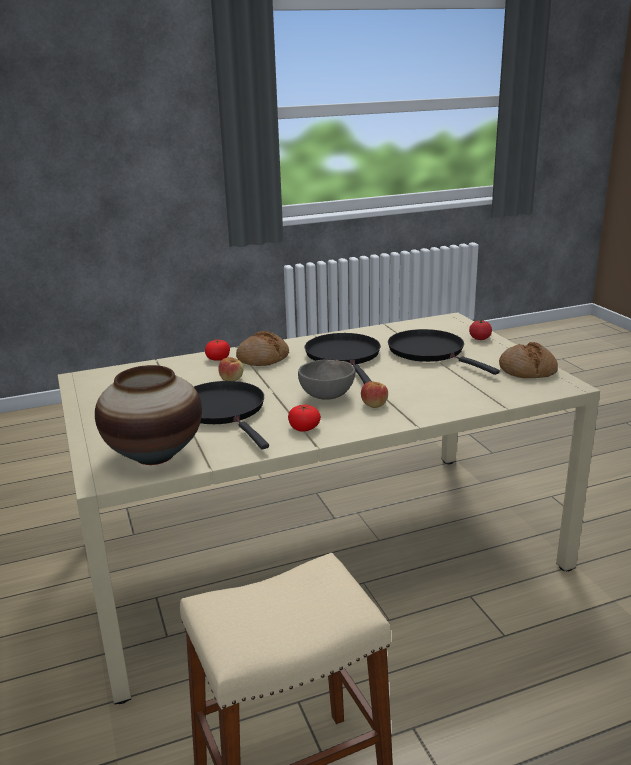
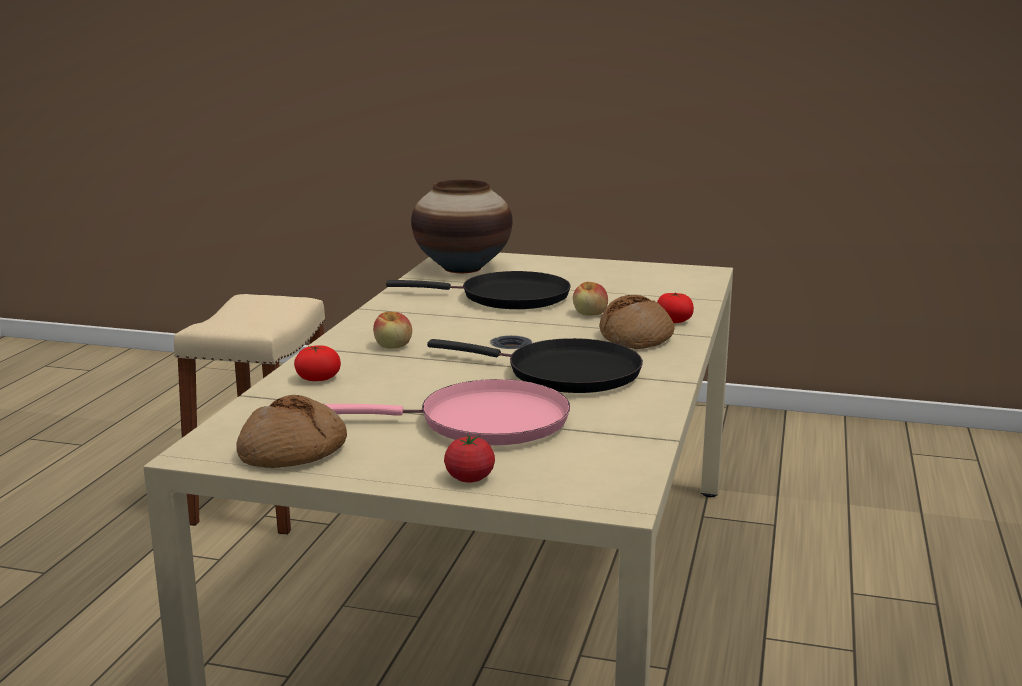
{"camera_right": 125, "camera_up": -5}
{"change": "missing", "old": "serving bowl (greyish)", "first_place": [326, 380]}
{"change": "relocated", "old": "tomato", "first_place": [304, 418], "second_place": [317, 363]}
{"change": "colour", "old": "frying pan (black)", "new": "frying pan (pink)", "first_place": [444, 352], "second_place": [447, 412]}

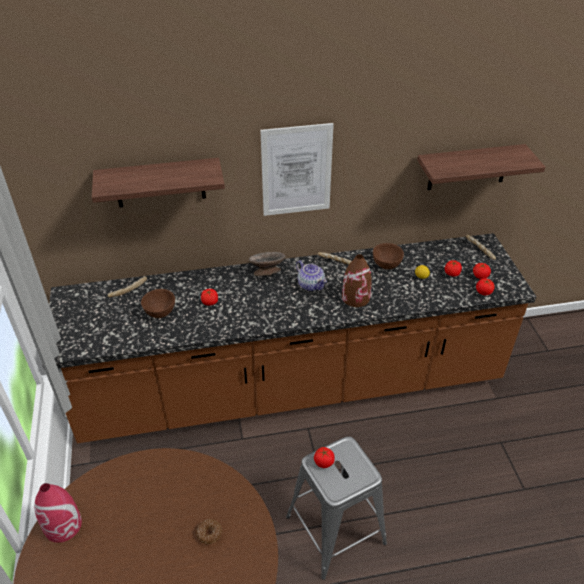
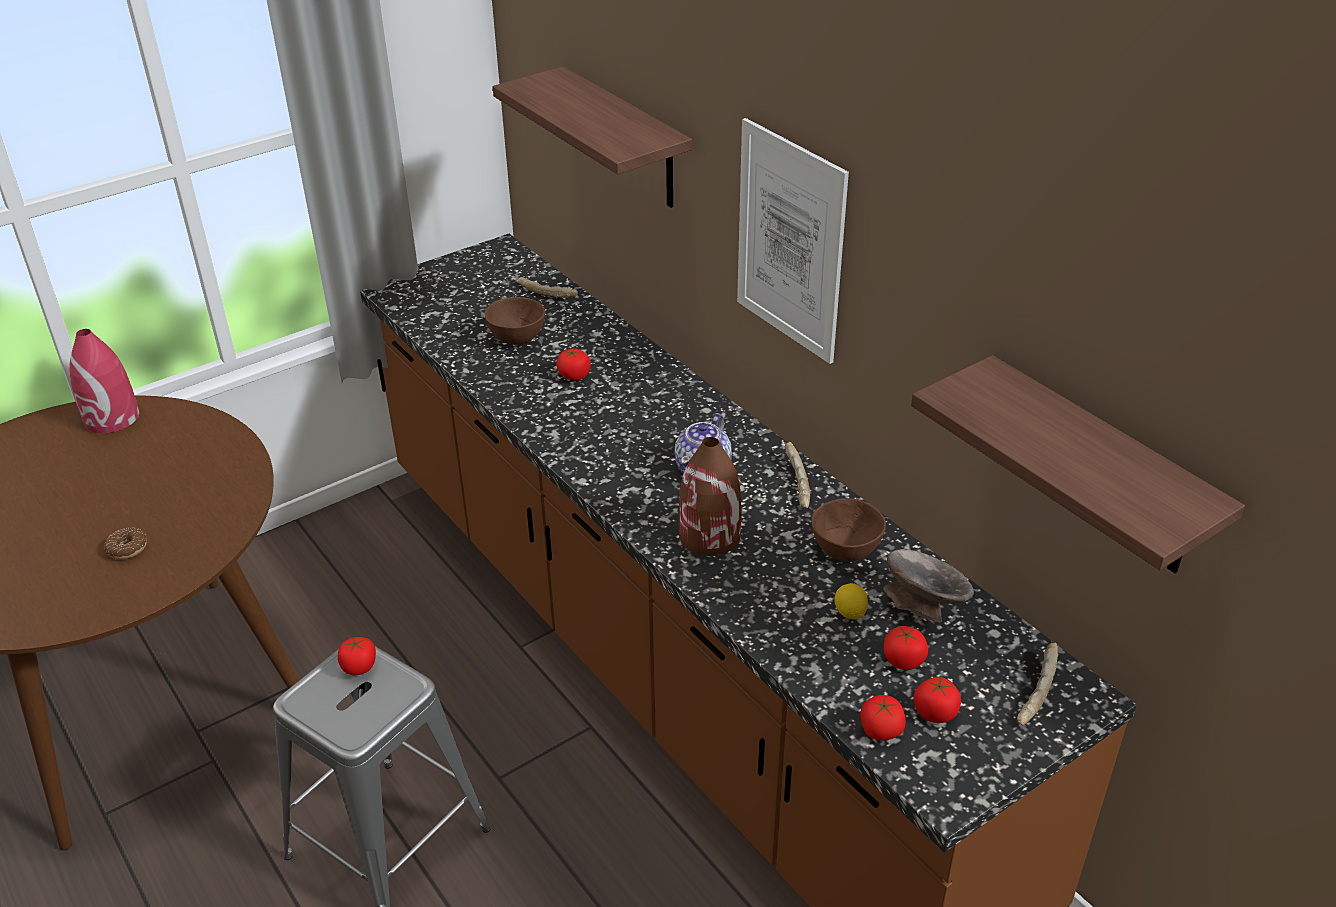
{"camera_right": 65, "camera_up": -5}
{"change": "relocated", "old": "serving bowl (greyish)", "first_place": [267, 264], "second_place": [928, 586]}

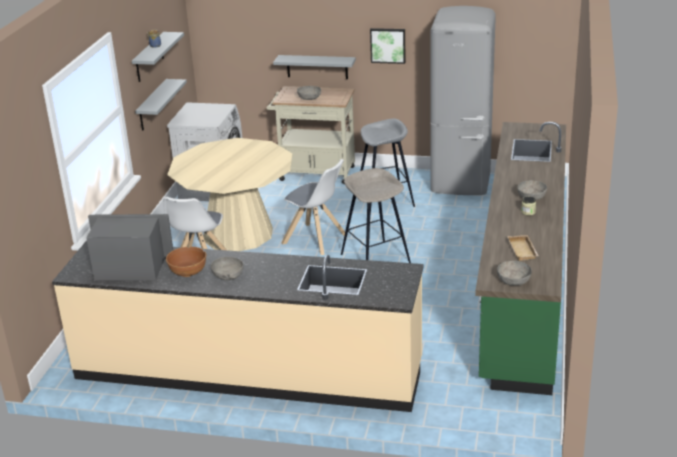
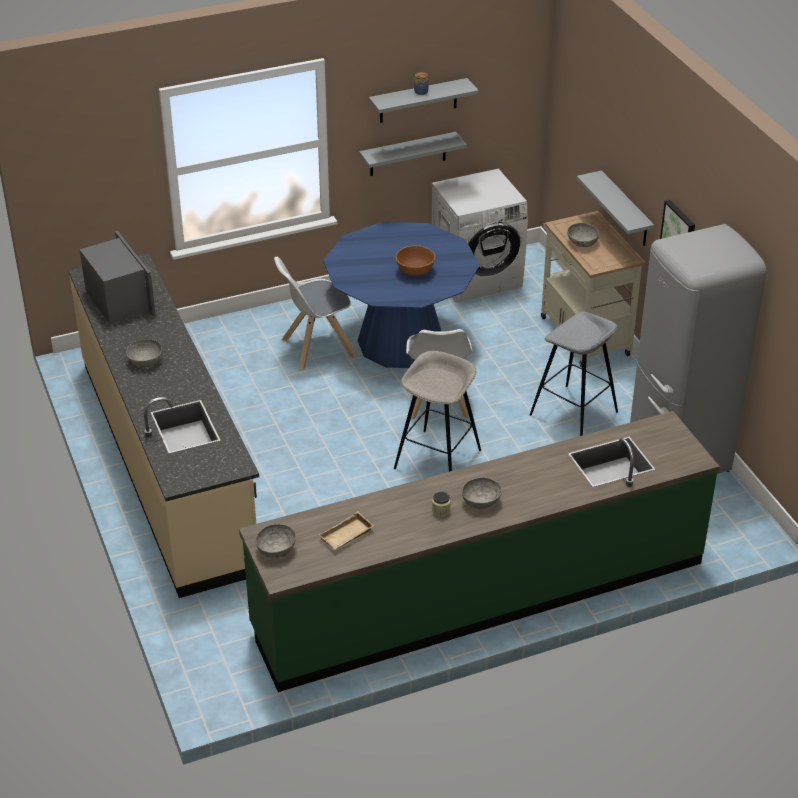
{"camera_right": 55, "camera_up": 10}
{"change": "relocated", "old": "serving bowl (brownish)", "first_place": [186, 262], "second_place": [415, 261]}
{"change": "colour", "old": "dining table (sand-coloured)", "new": "dining table (bluish)", "first_place": [229, 194], "second_place": [401, 295]}

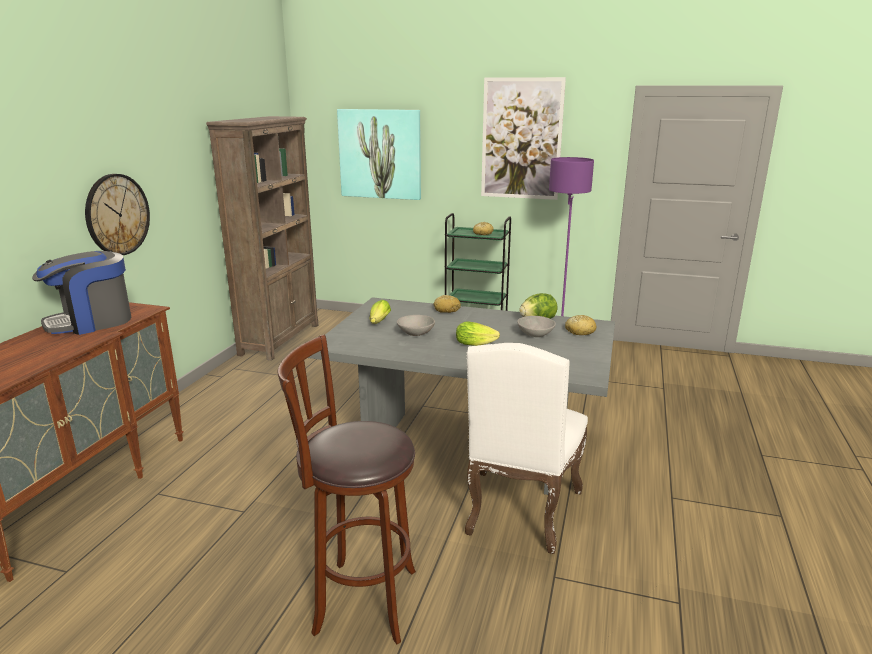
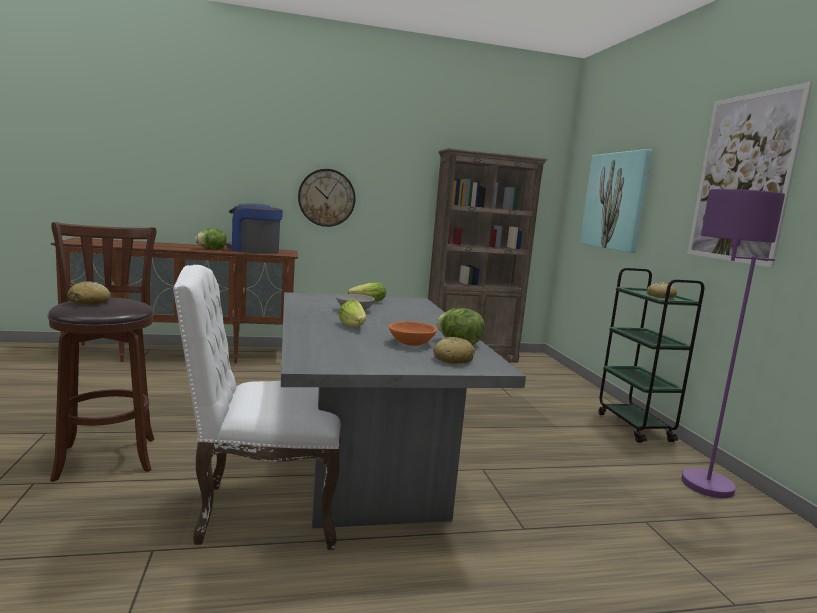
{"camera_right": 60, "camera_up": -10}
{"change": "appeared", "new": "head of lettuce", "second_place": [210, 239]}
{"change": "relocated", "old": "baked bread", "first_place": [447, 304], "second_place": [88, 293]}
{"change": "colour", "old": "serving bowl (greyish)", "new": "serving bowl (orange)", "first_place": [536, 326], "second_place": [413, 333]}

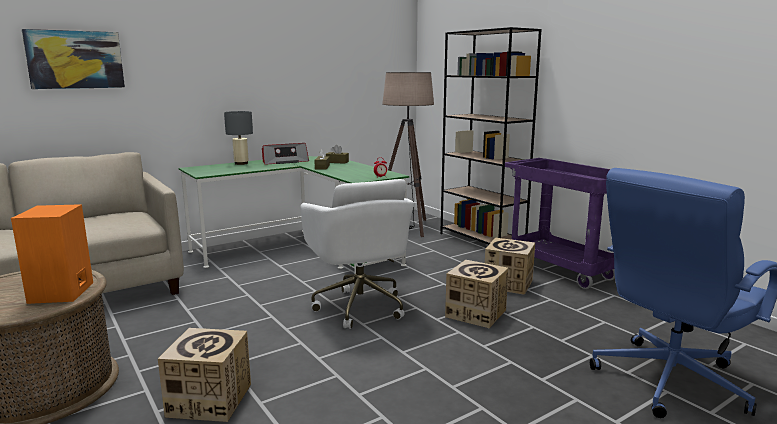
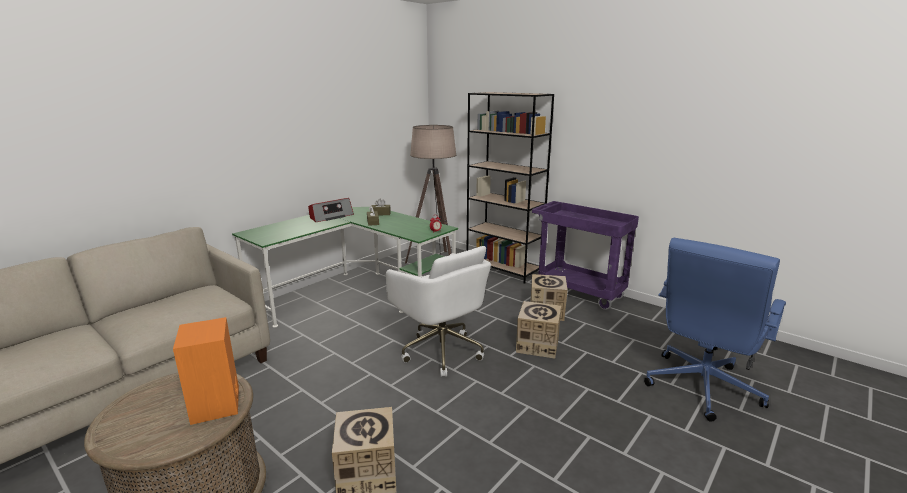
{"camera_right": -15, "camera_up": 5}
{"change": "missing", "old": "wall picture", "first_place": [73, 59]}
{"change": "missing", "old": "table lamp (greyish)", "first_place": [238, 138]}

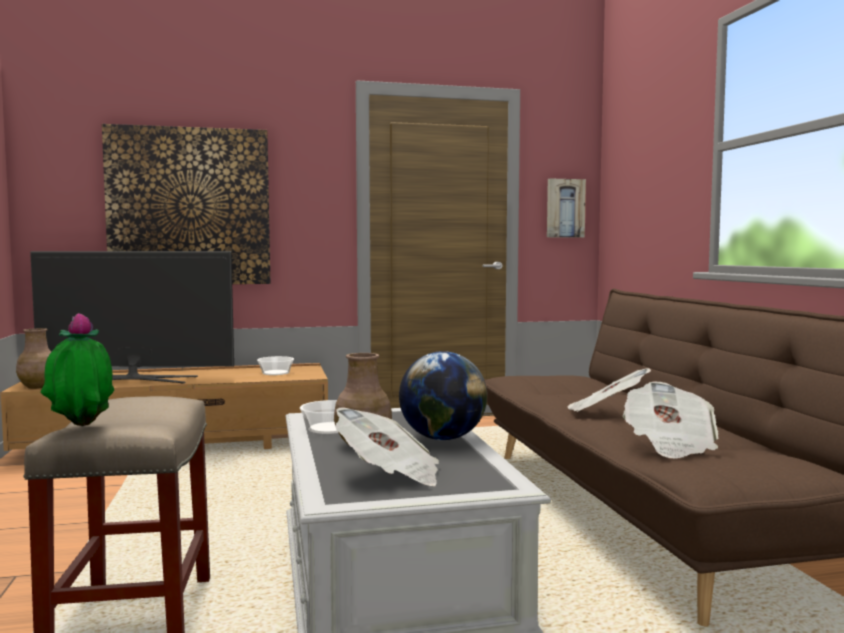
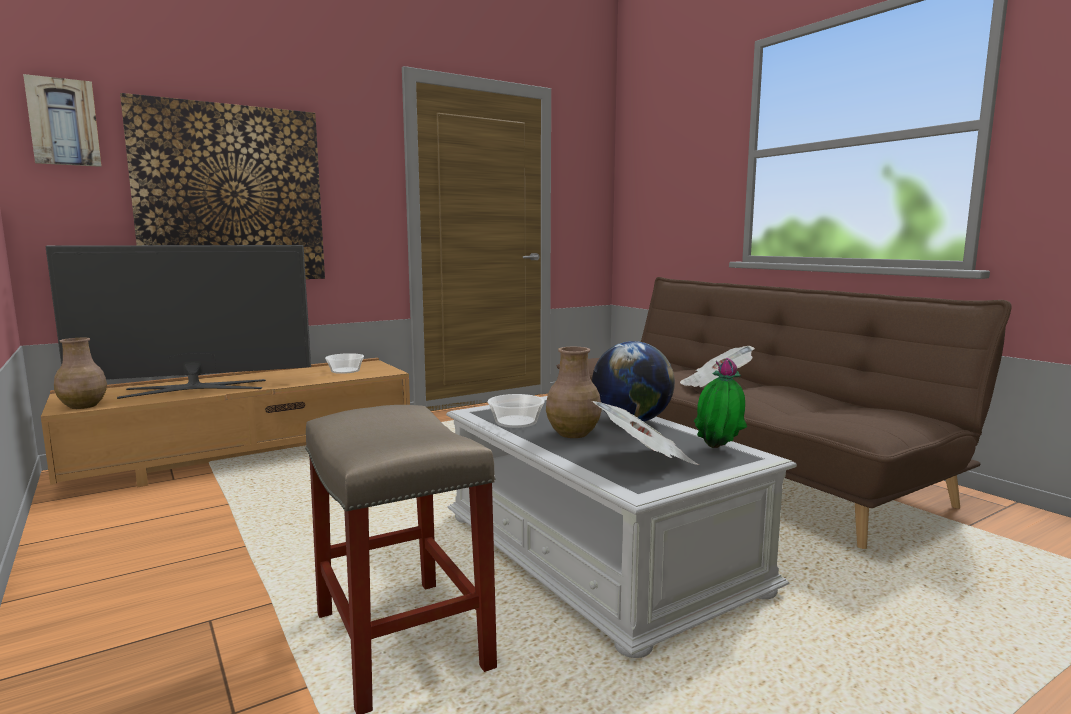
{"camera_right": -20, "camera_up": 5}
{"change": "missing", "old": "daily paper", "first_place": [670, 420]}
{"change": "relocated", "old": "plant in a pot", "first_place": [77, 369], "second_place": [720, 403]}
{"change": "relocated", "old": "wall picture", "first_place": [566, 208], "second_place": [62, 120]}

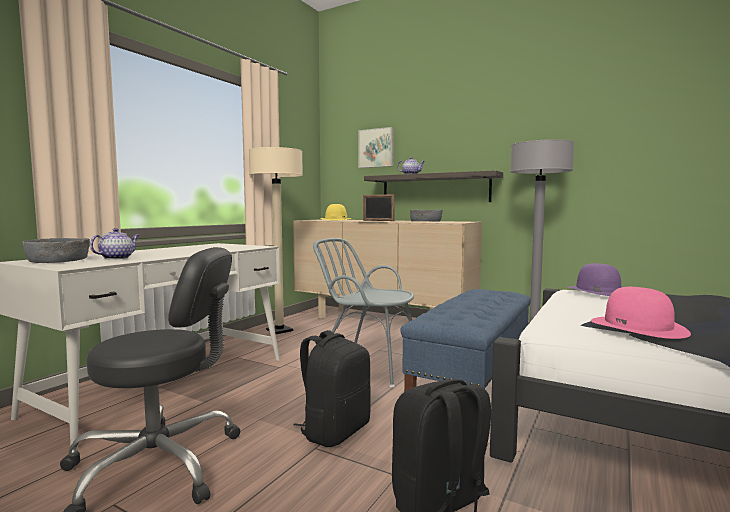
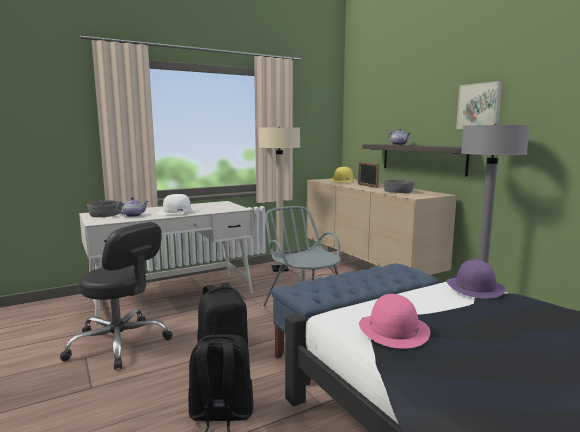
{"camera_right": 30, "camera_up": 5}
{"change": "appeared", "new": "wearable hat (white-coloured)", "second_place": [177, 204]}
{"change": "relocated", "old": "wall picture", "first_place": [376, 147], "second_place": [479, 105]}

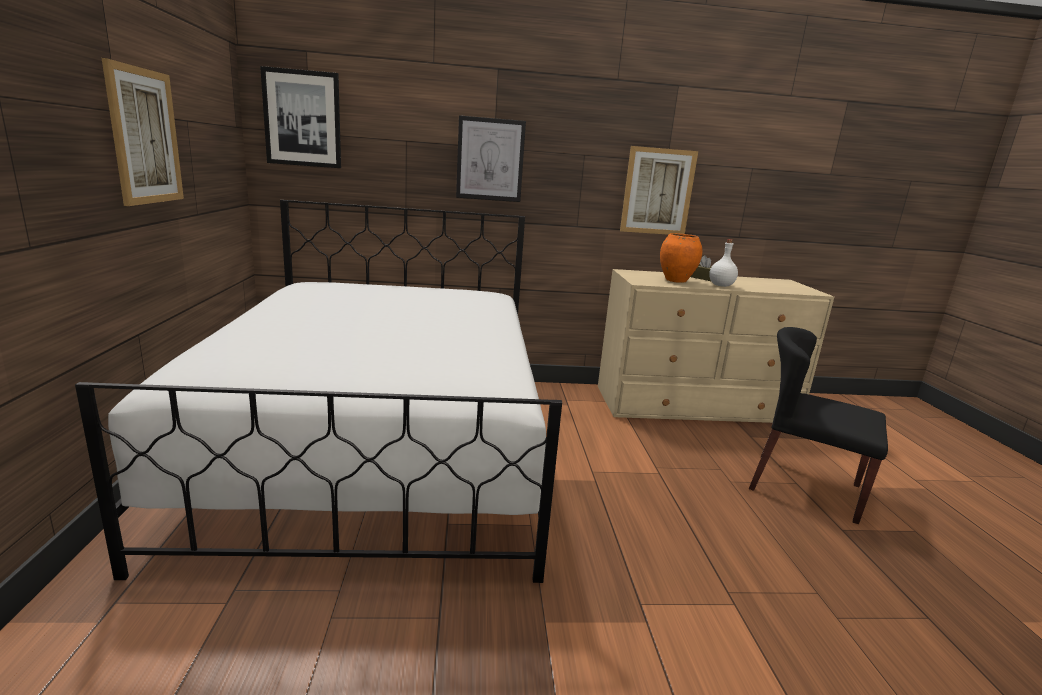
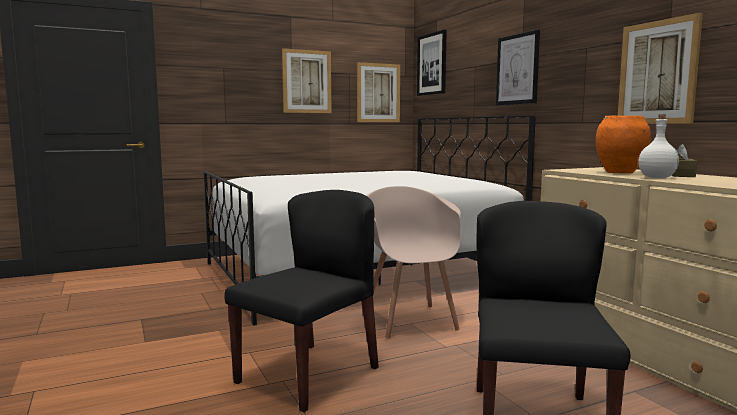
{"camera_right": 70, "camera_up": -10}
{"change": "appeared", "new": "upright chair (black)", "second_place": [301, 301]}
{"change": "appeared", "new": "wall picture", "second_place": [378, 92]}
{"change": "appeared", "new": "upright chair (sand-coloured)", "second_place": [413, 262]}

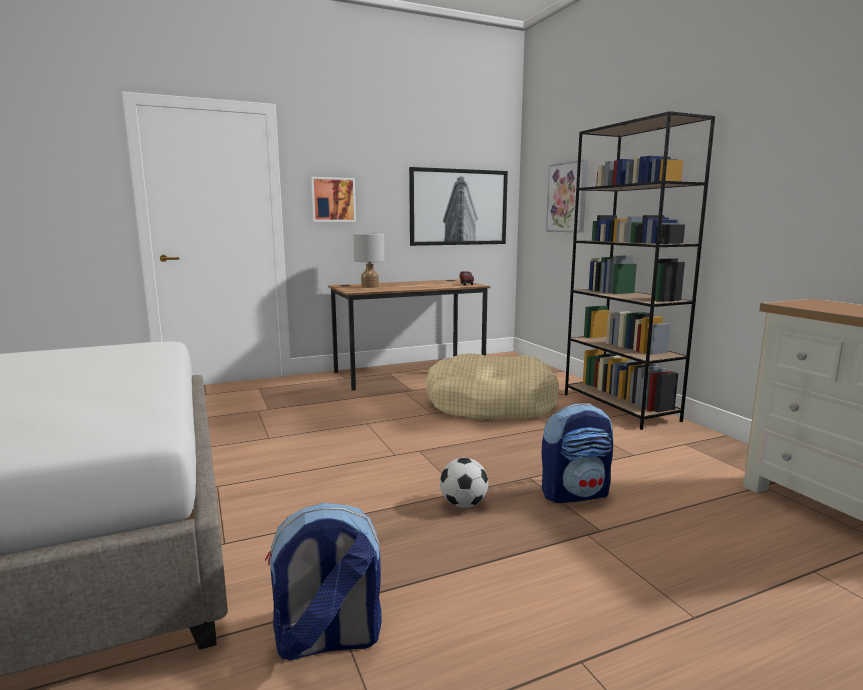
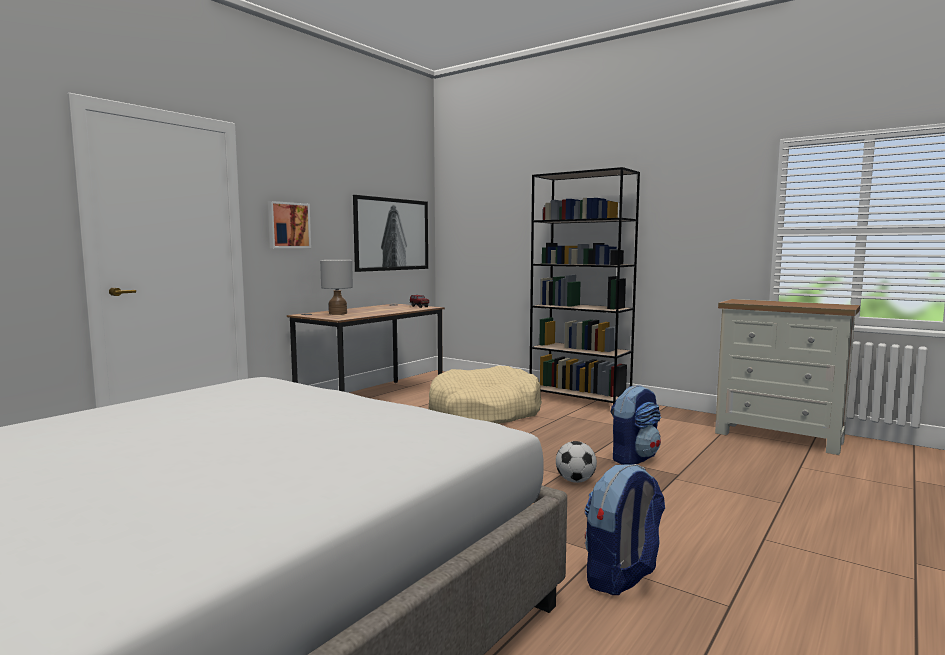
{"camera_right": -30, "camera_up": -5}
{"change": "missing", "old": "wall picture", "first_place": [567, 196]}

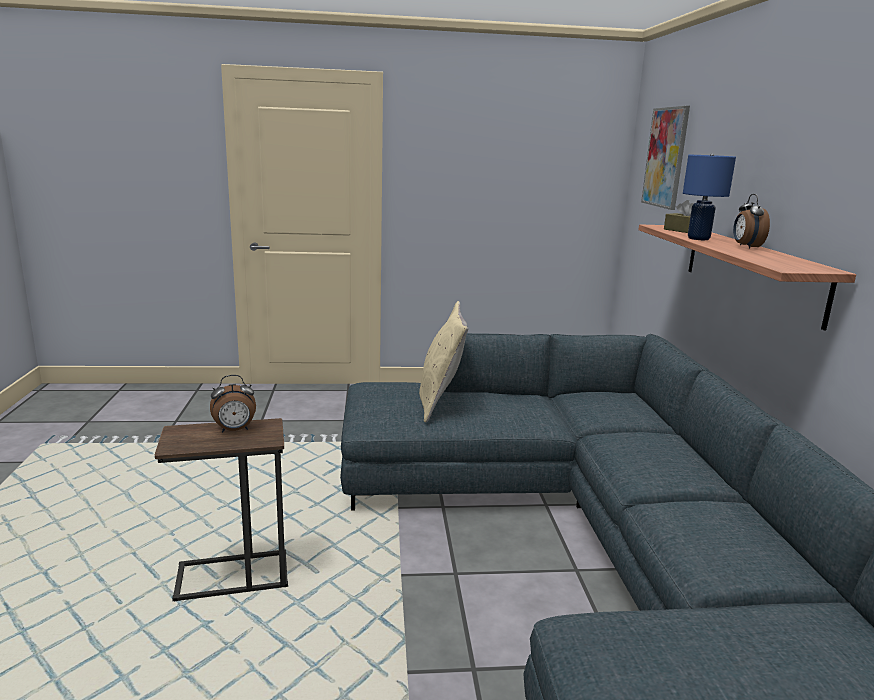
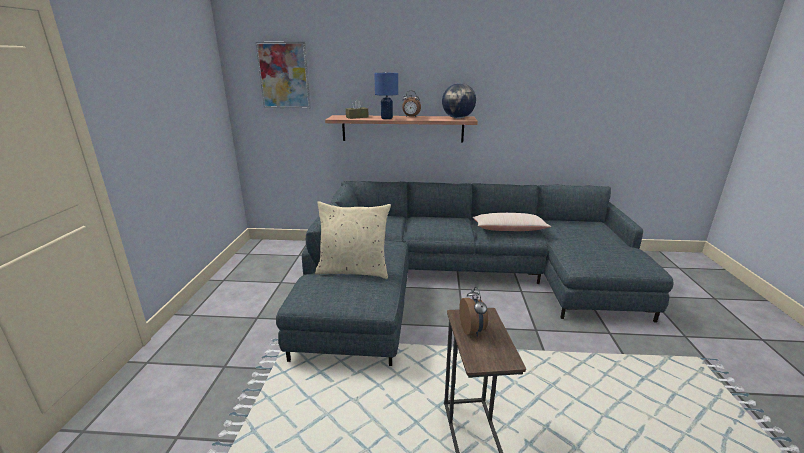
{"camera_right": -80, "camera_up": 5}
{"change": "appeared", "new": "globe", "second_place": [459, 100]}
{"change": "appeared", "new": "pillow (sand-coloured)", "second_place": [512, 222]}

